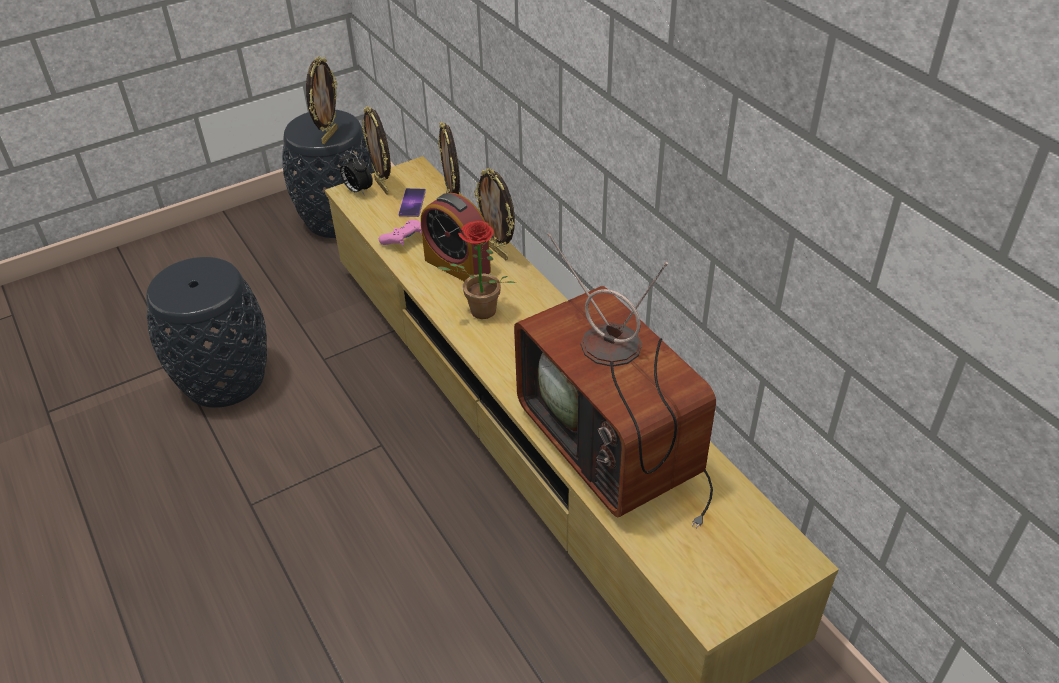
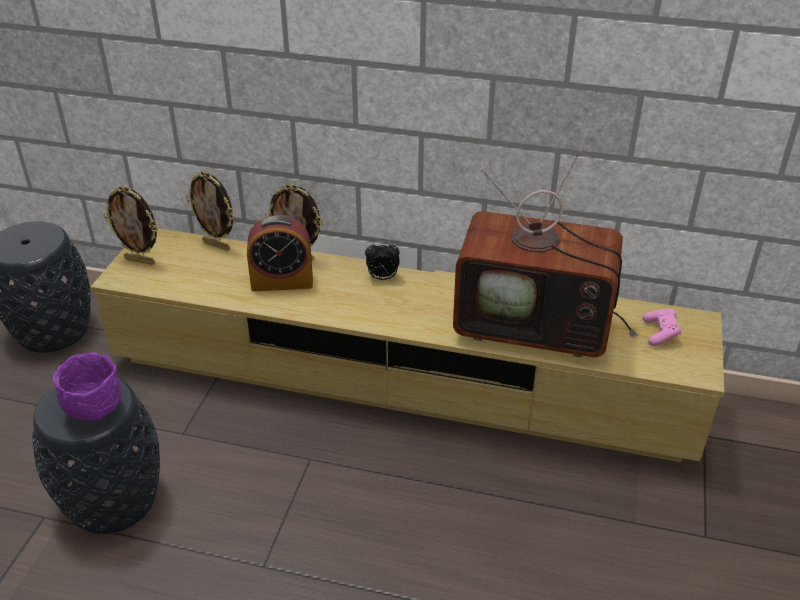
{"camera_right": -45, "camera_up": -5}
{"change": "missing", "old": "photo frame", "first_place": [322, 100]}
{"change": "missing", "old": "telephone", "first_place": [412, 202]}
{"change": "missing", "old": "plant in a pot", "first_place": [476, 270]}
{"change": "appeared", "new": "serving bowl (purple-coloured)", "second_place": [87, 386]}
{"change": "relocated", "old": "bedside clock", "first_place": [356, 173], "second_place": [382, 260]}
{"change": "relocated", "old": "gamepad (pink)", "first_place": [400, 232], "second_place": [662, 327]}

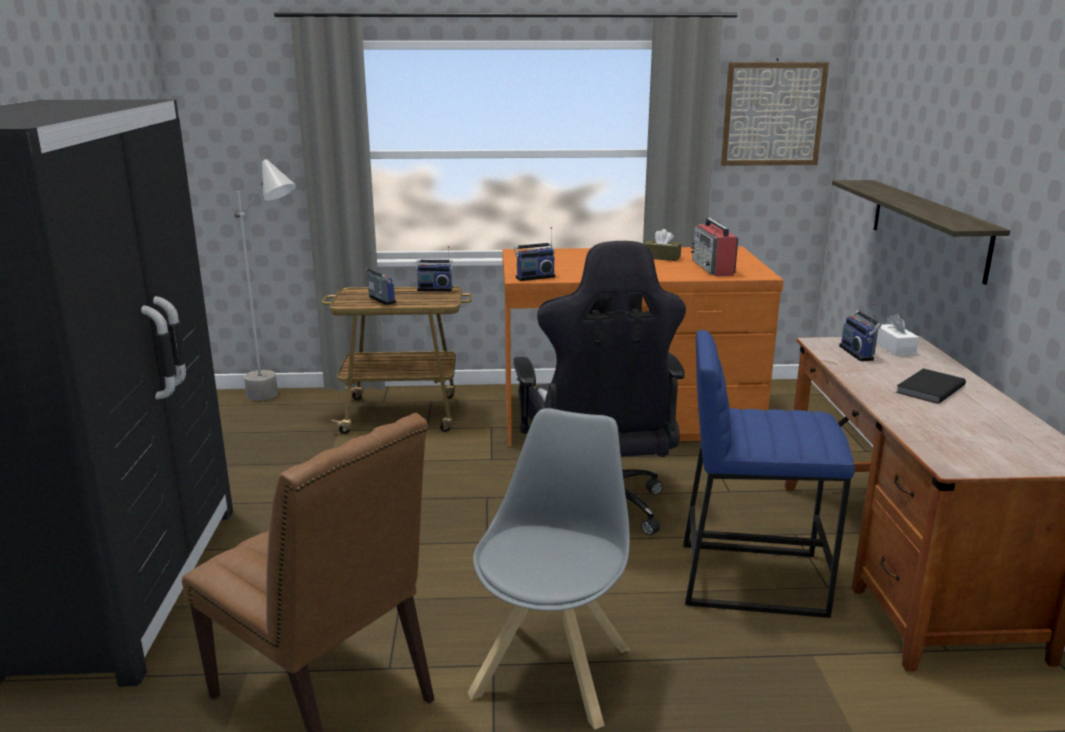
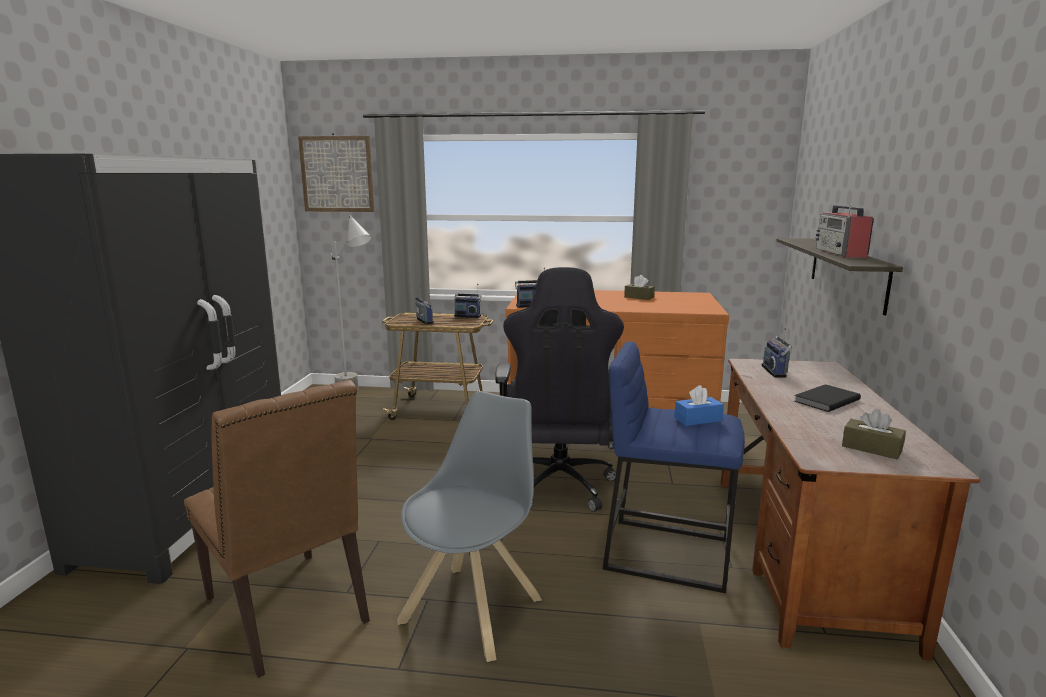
{"camera_right": 10, "camera_up": -5}
{"change": "missing", "old": "tissue holder (white-coloured)", "first_place": [897, 334]}
{"change": "appeared", "new": "tissue holder (bluish)", "second_place": [699, 405]}
{"change": "appeared", "new": "tissue holder (brownish)", "second_place": [874, 434]}
{"change": "relocated", "old": "radio set", "first_place": [714, 247], "second_place": [844, 231]}
{"change": "relocated", "old": "wall picture", "first_place": [775, 112], "second_place": [336, 172]}

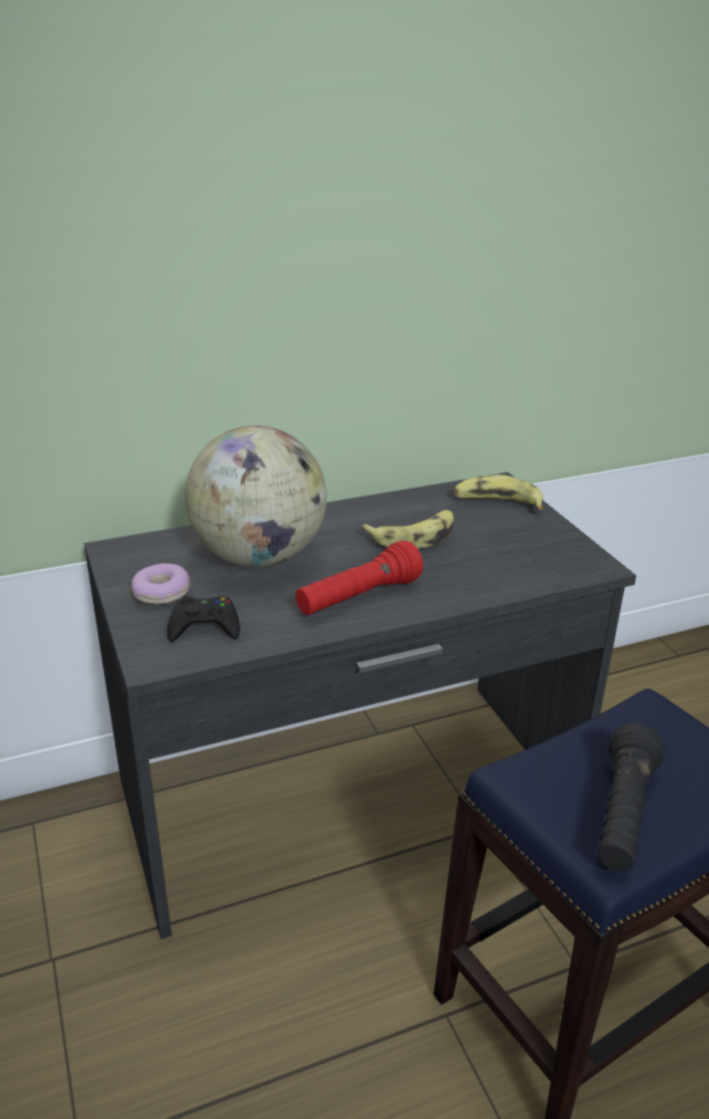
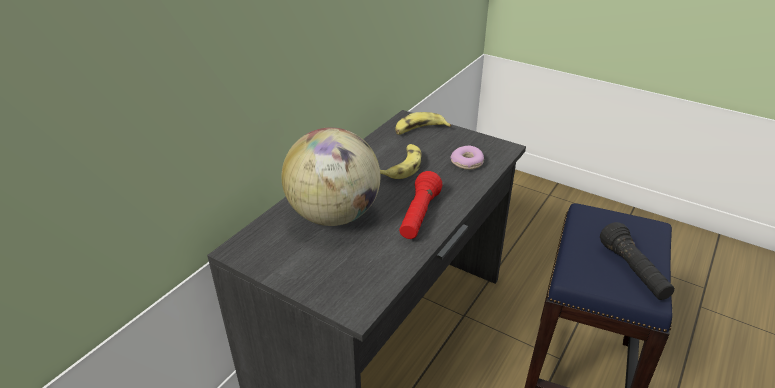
{"camera_right": -35, "camera_up": 5}
{"change": "missing", "old": "gamepad (black)", "first_place": [203, 619]}
{"change": "relocated", "old": "doughnut", "first_place": [160, 584], "second_place": [467, 158]}

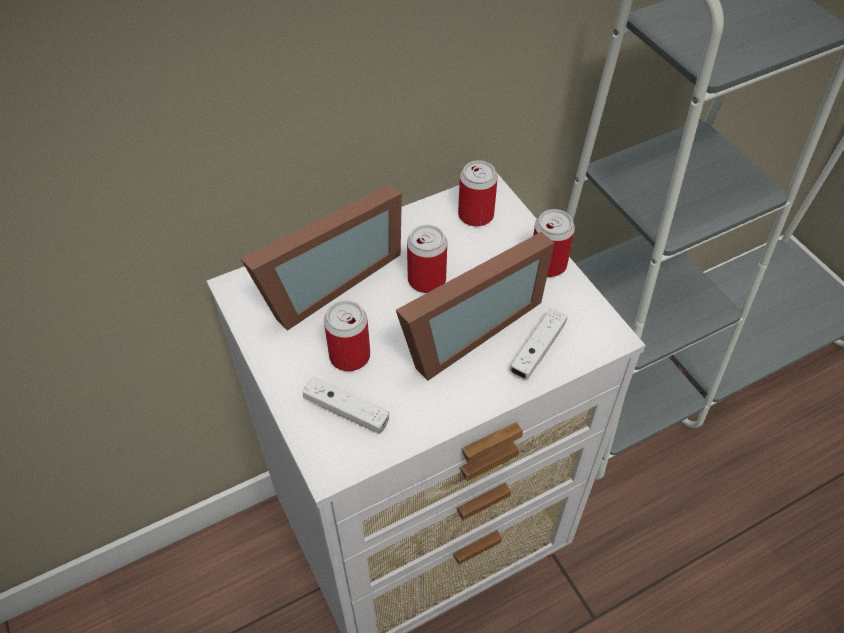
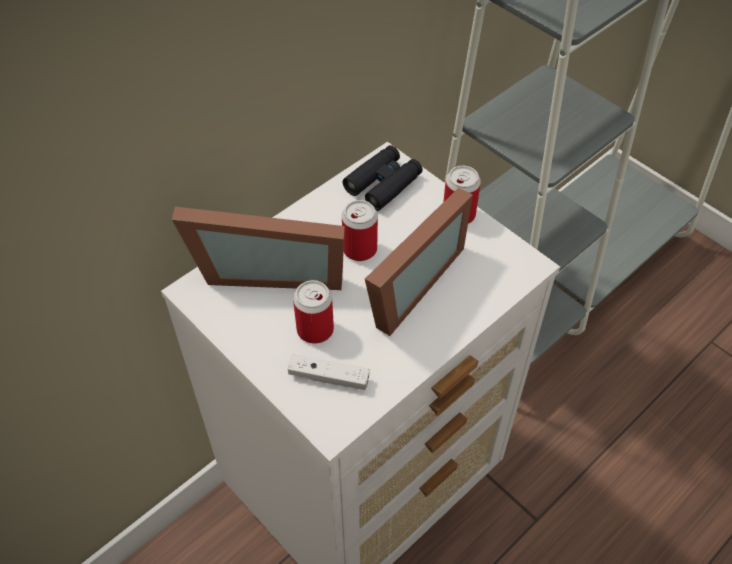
{"camera_right": -15, "camera_up": 0}
{"change": "missing", "old": "gamepad (white-coloured)", "first_place": [538, 344]}
{"change": "exchanged", "old": "metal can", "new": "pair of binoculars (black)", "first_place": [478, 193], "second_place": [383, 178]}
{"change": "spun", "old": "photo frame", "first_place": [321, 257], "second_place": [258, 248], "degrees": 60}

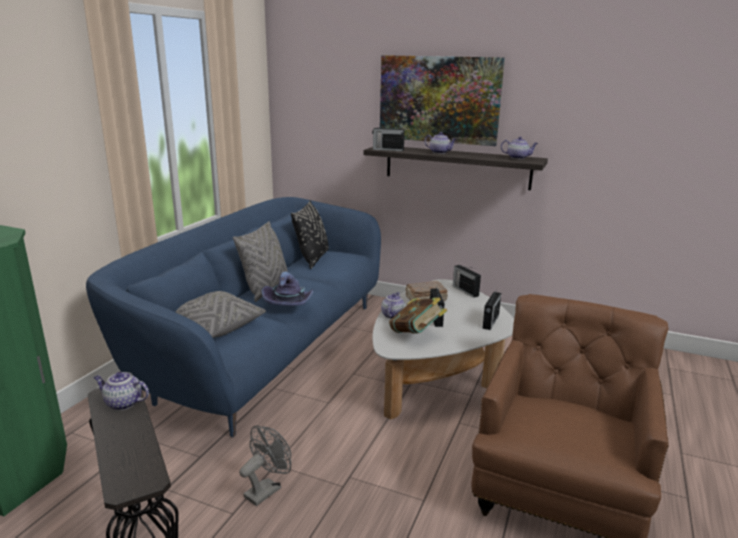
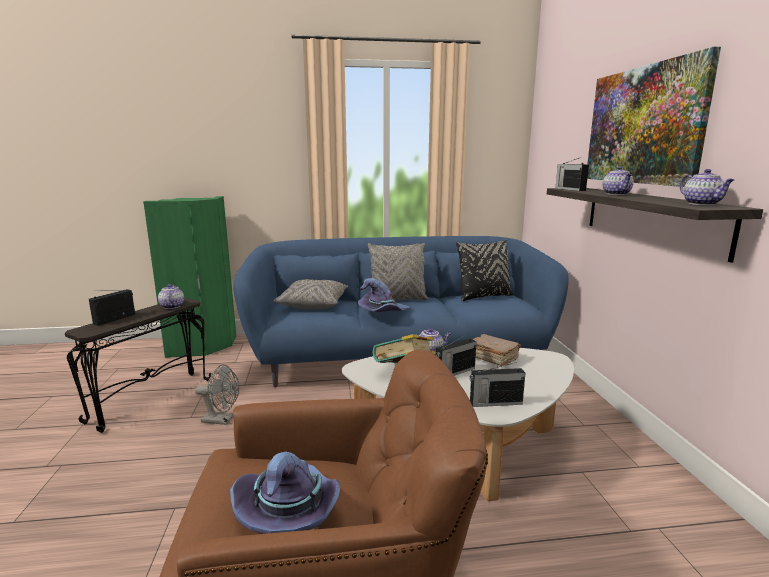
{"camera_right": 60, "camera_up": -5}
{"change": "appeared", "new": "wearable hat (purple-coloured)", "second_place": [285, 493]}
{"change": "relocated", "old": "radio set", "first_place": [467, 281], "second_place": [112, 307]}

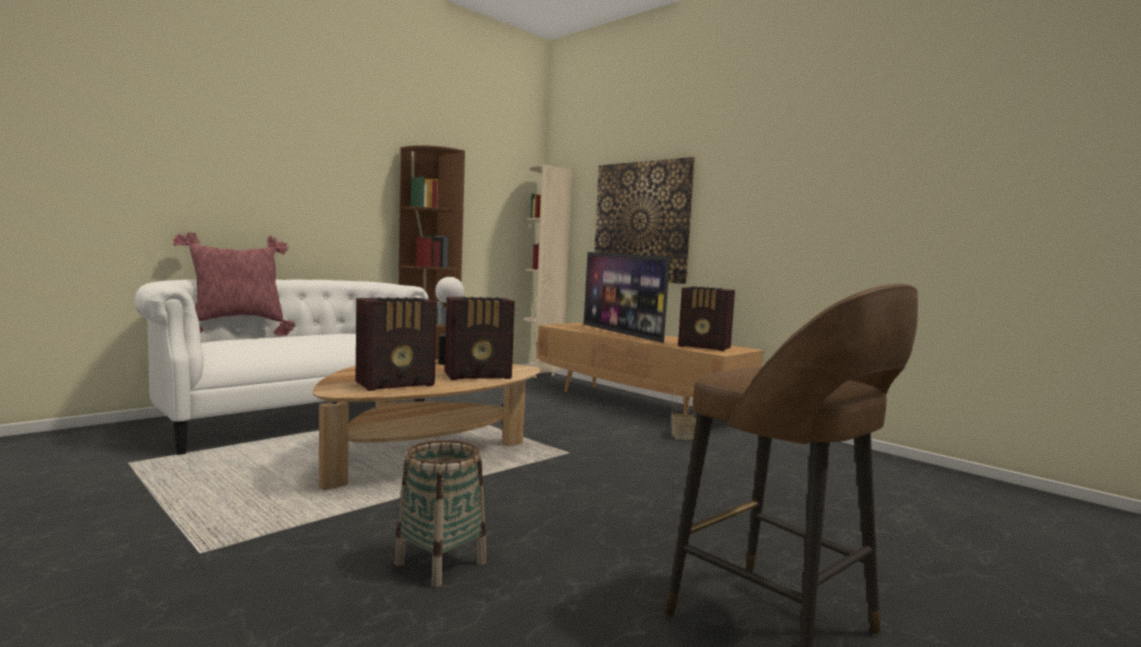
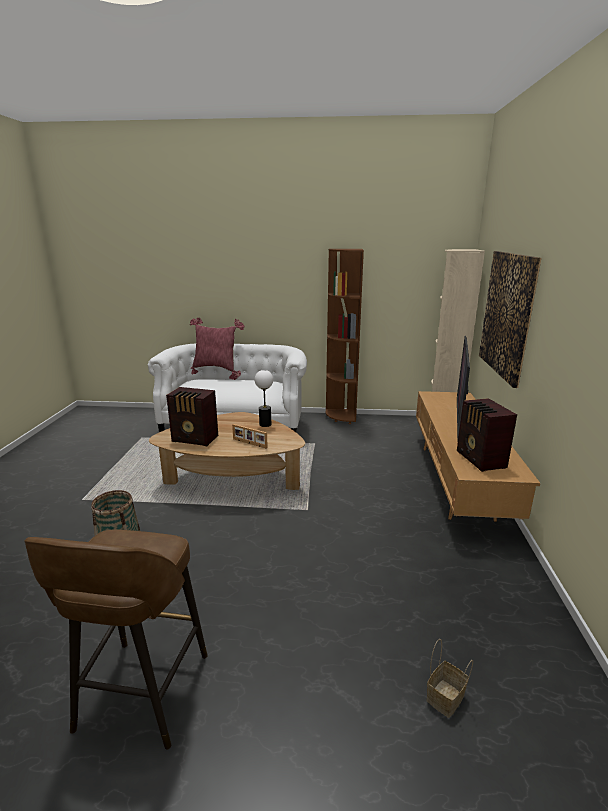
{"camera_right": 50, "camera_up": 15}
{"change": "relocated", "old": "storage basket", "first_place": [683, 414], "second_place": [449, 678]}
{"change": "exchanged", "old": "radio set", "new": "photo frame", "first_place": [480, 338], "second_place": [250, 436]}

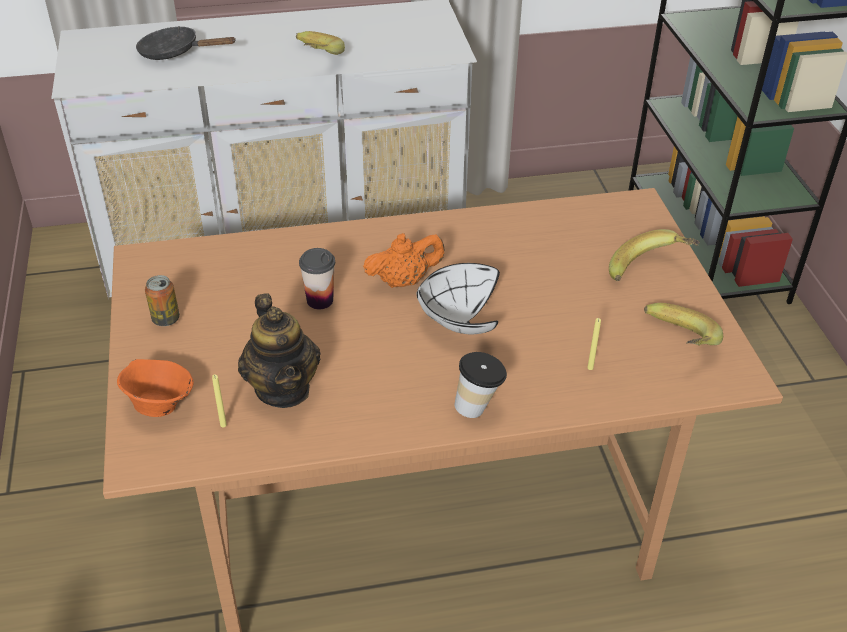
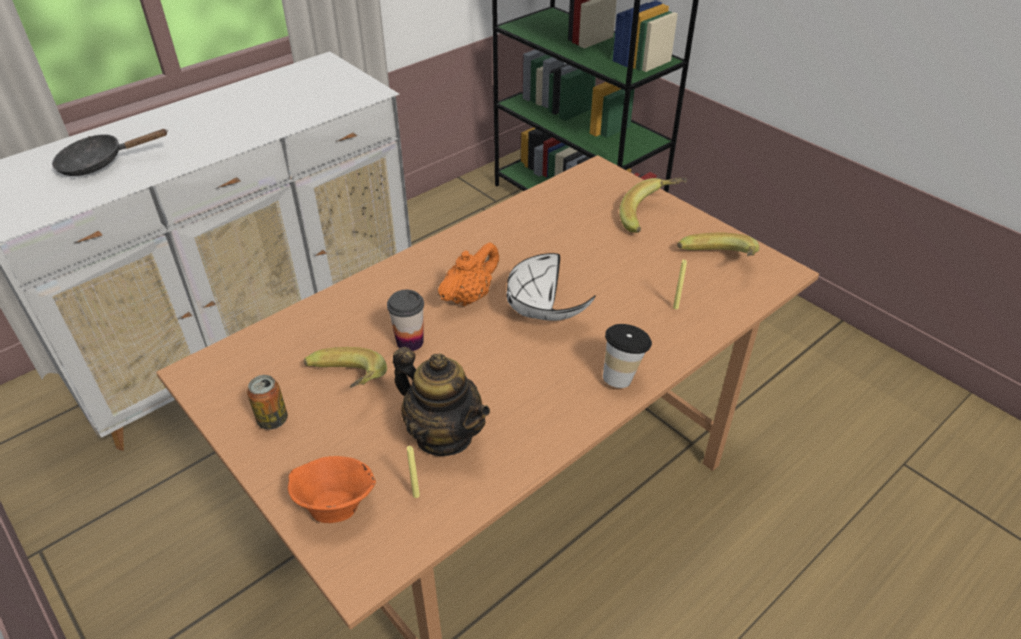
{"camera_right": -30, "camera_up": 0}
{"change": "relocated", "old": "whole banana", "first_place": [320, 43], "second_place": [345, 367]}

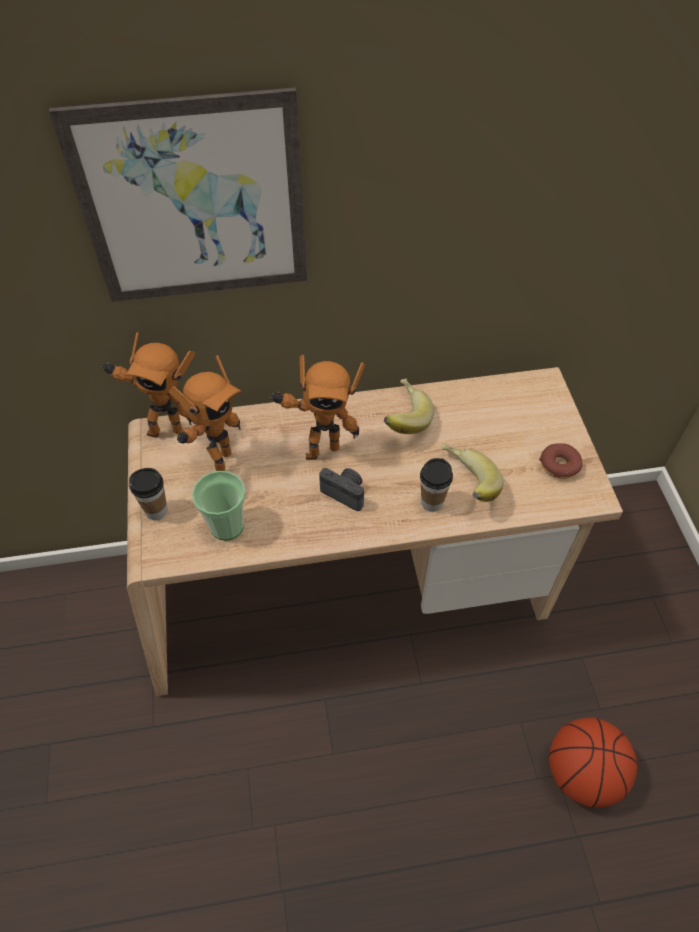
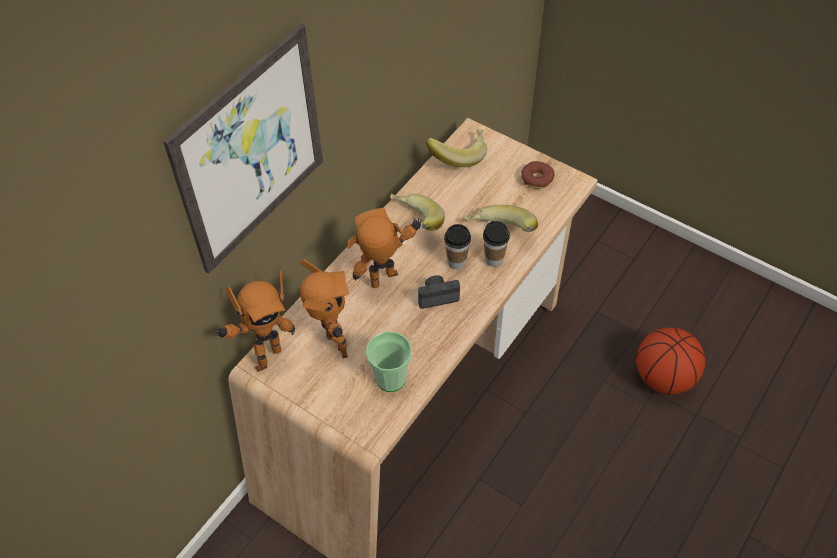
{"camera_right": -45, "camera_up": 0}
{"change": "appeared", "new": "whole banana", "second_place": [456, 147]}
{"change": "relocated", "old": "drinking cup", "first_place": [148, 494], "second_place": [457, 246]}
{"change": "spun", "old": "toy robot", "first_place": [317, 407], "second_place": [384, 248], "degrees": -150}

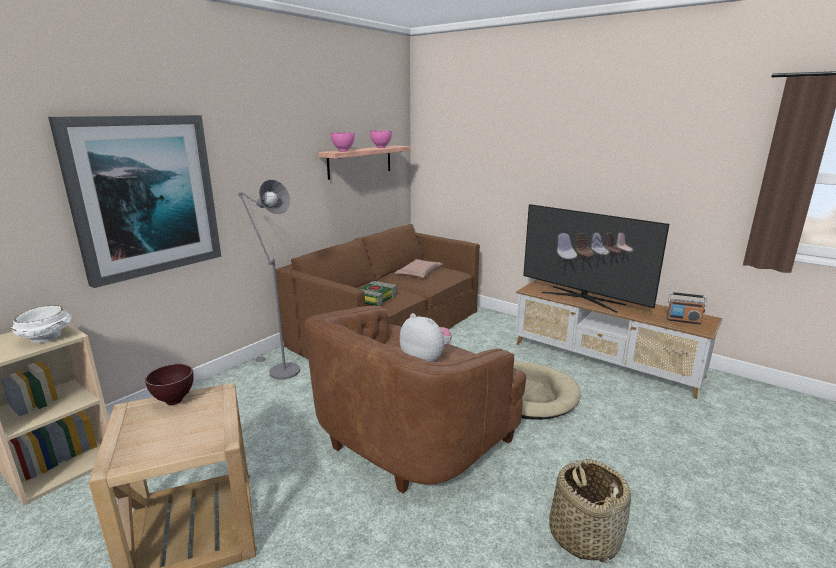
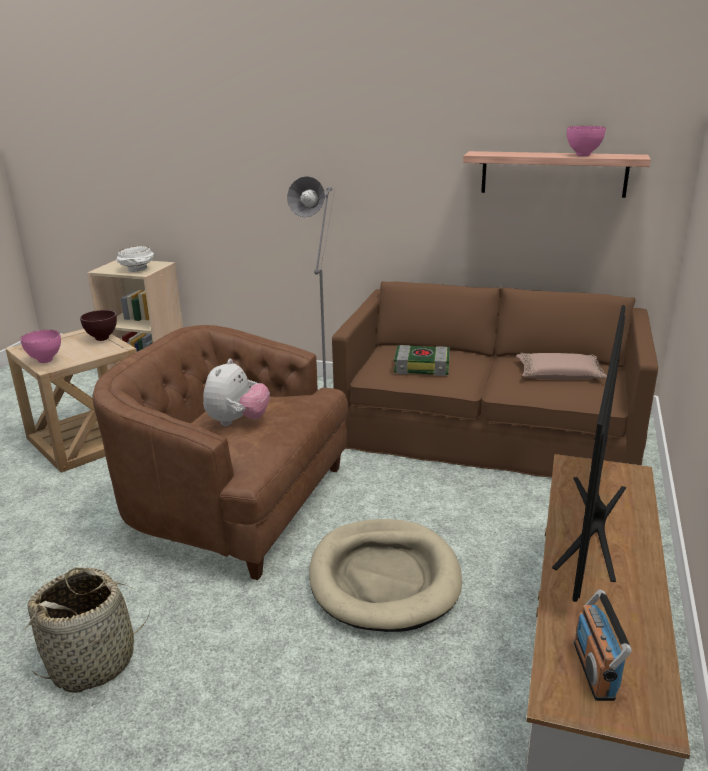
{"camera_right": 70, "camera_up": 5}
{"change": "missing", "old": "wall picture", "first_place": [134, 201]}
{"change": "relocated", "old": "serving bowl (pink)", "first_place": [343, 142], "second_place": [40, 346]}

